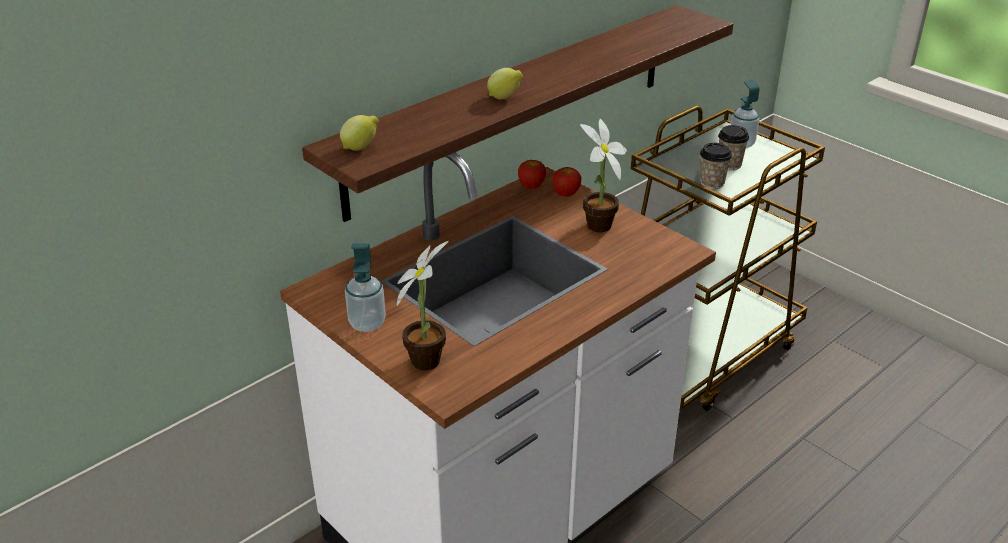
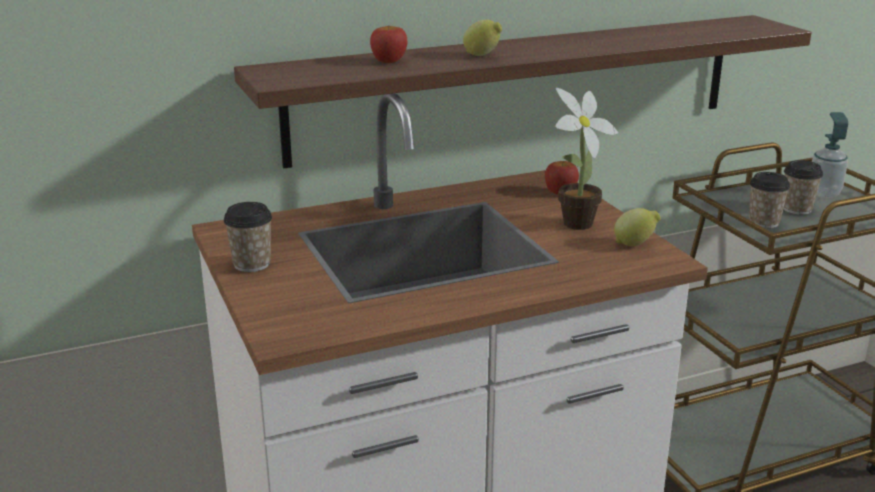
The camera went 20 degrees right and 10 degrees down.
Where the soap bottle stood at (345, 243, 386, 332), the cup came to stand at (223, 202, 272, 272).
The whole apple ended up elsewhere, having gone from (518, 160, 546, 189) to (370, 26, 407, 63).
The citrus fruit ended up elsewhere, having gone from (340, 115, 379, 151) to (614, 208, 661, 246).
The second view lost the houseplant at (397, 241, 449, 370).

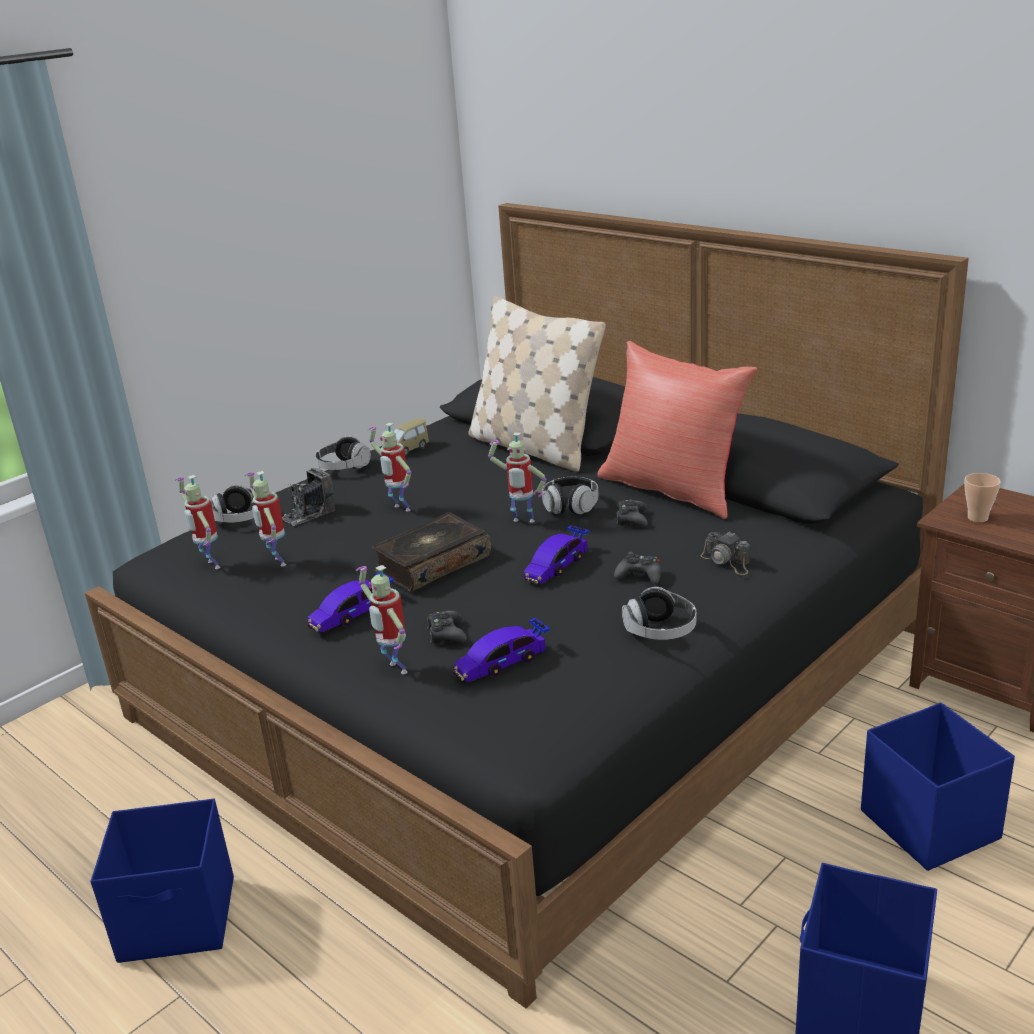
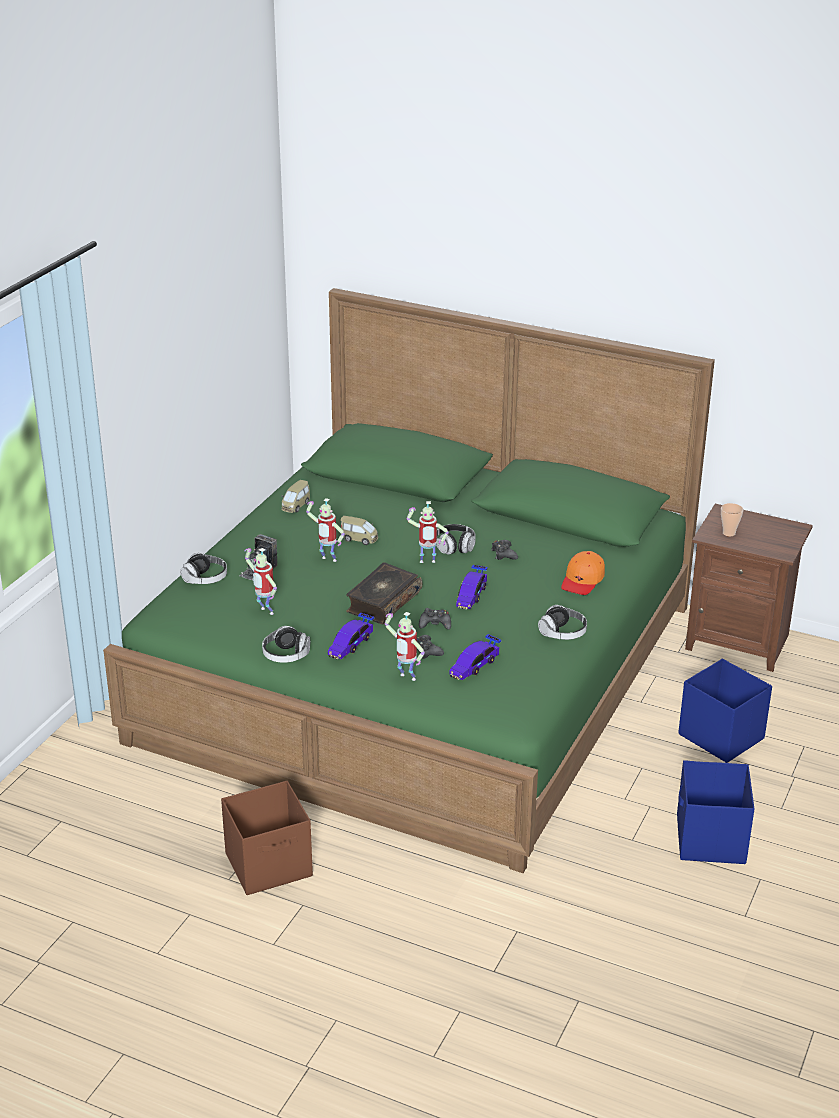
The camera went 20 degrees left and 5 degrees up.
What was the blackish bed at (85, 203, 969, 1008) turned into the green bed at (103, 288, 715, 873).
What was the blue-coloured storage bin at (91, 799, 234, 963) turned into the brown storage bin at (221, 781, 313, 895).
The headset ended up elsewhere, having gone from (315, 436, 371, 470) to (262, 626, 310, 663).
The second view gained the miniature car at (340, 516, 378, 545).
The blackish joypad ended up elsewhere, having gone from (614, 552, 662, 584) to (419, 608, 451, 629).
Where the still camera stood at (700, 532, 750, 575), the orange-coloured baseball cap came to stand at (561, 551, 605, 595).
The second view lost the model robot at (174, 475, 221, 569).
The second view lost the beige-coloured throw pillow at (468, 296, 606, 472).
The second view lost the red throw pillow at (597, 341, 757, 519).

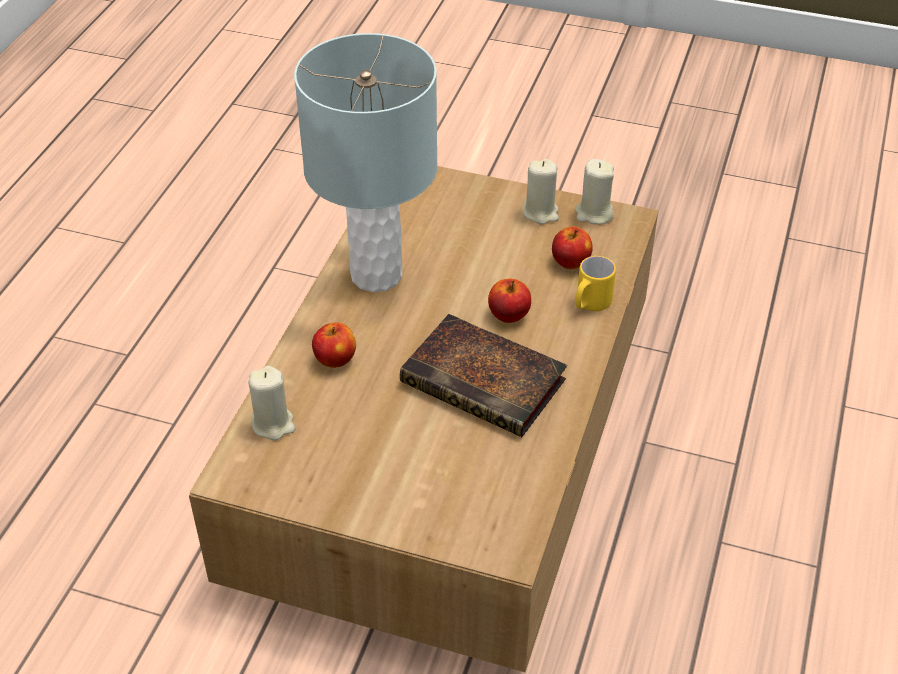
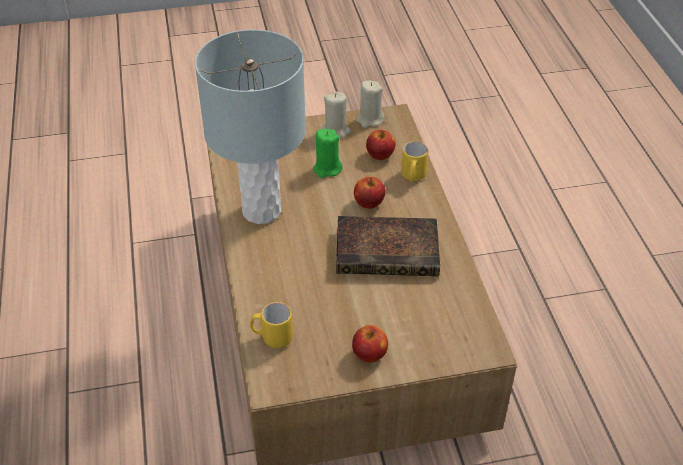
The camera went 30 degrees left and 0 degrees up.
Where the beige-coloured candle stood at (248, 366, 295, 440), the yellowish mug came to stand at (250, 302, 293, 348).
The second view gained the green candle at (313, 129, 343, 178).
The whole apple ended up elsewhere, having gone from (312, 322, 356, 368) to (352, 325, 388, 363).

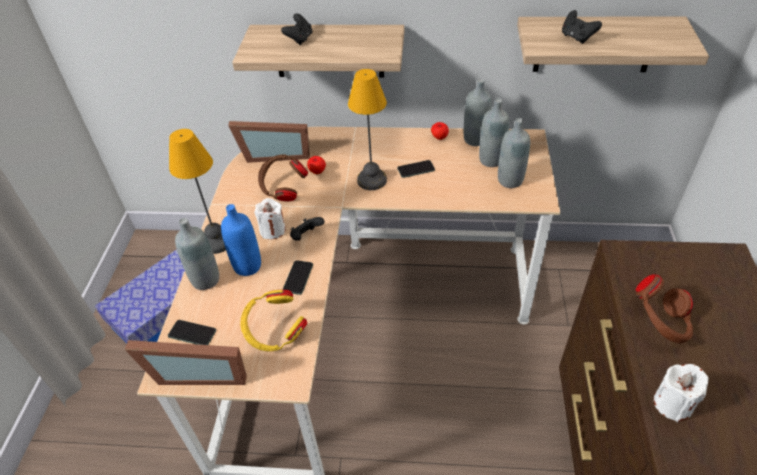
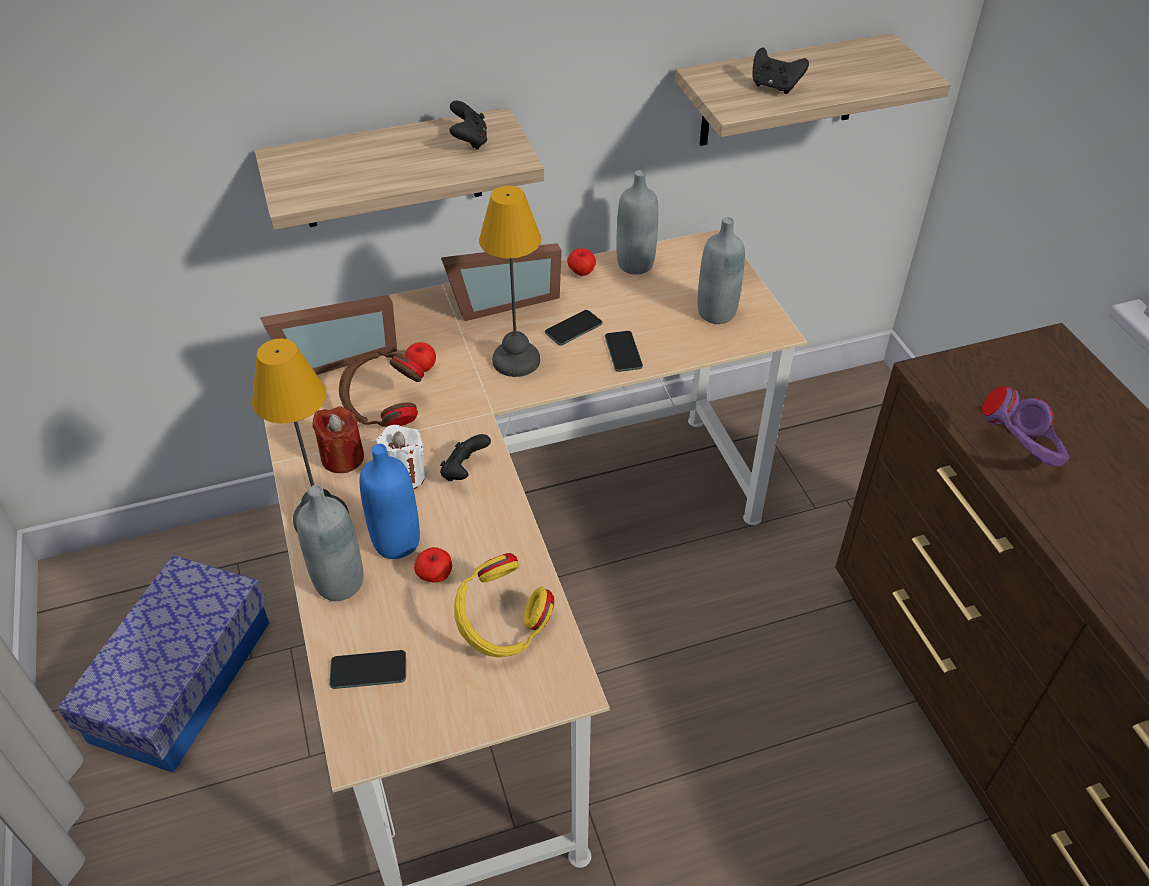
The camera went 25 degrees left and 0 degrees up.
The second view gained the red candle at (312, 406, 364, 473).
The second view gained the whole apple at (414, 547, 452, 583).
The photo frame ended up elsewhere, having gone from (125, 340, 247, 385) to (441, 243, 562, 321).
The blackish joypad ended up elsewhere, having gone from (281, 14, 313, 45) to (449, 101, 487, 150).
The phone ended up elsewhere, having gone from (283, 260, 313, 295) to (605, 331, 643, 372).
What was the brown headset at (635, 274, 694, 343) turned into the purple headset at (982, 386, 1069, 467).
The second view lost the grey bottle at (479, 99, 509, 167).
The second view lost the white-coloured candle at (654, 364, 709, 422).

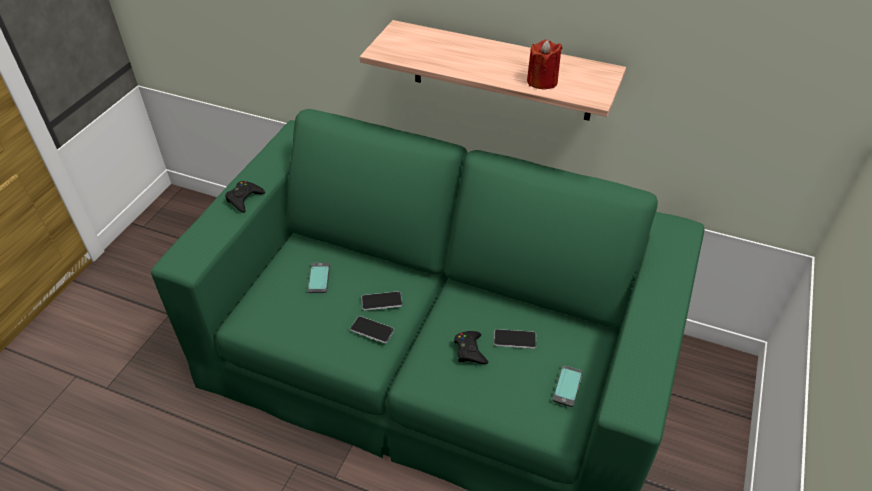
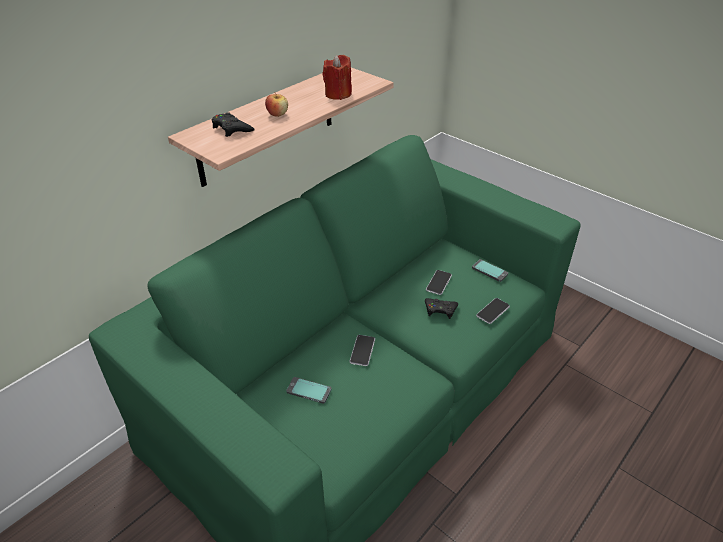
The camera went 70 degrees left and 5 degrees down.
The blackish joypad ended up elsewhere, having gone from (225, 181, 265, 213) to (212, 112, 255, 137).
The second view gained the whole apple at (265, 93, 288, 117).
The phone ended up elsewhere, having gone from (350, 316, 394, 343) to (476, 298, 510, 324).

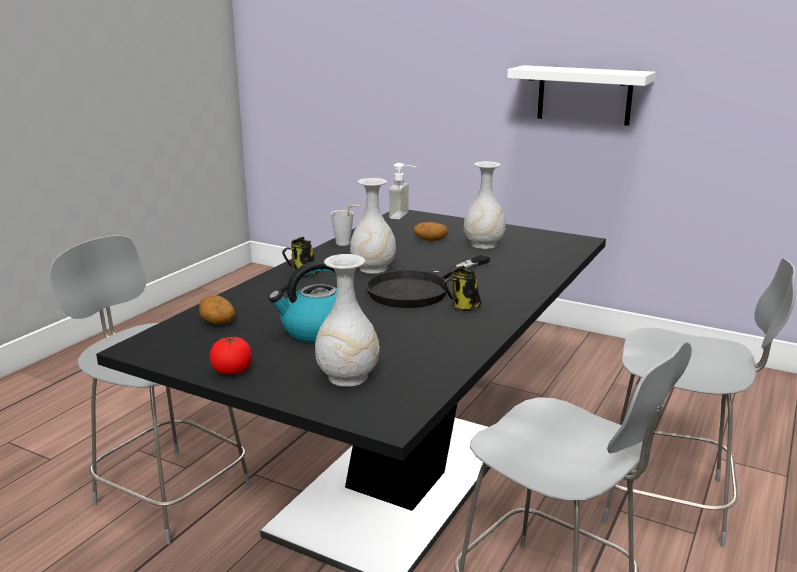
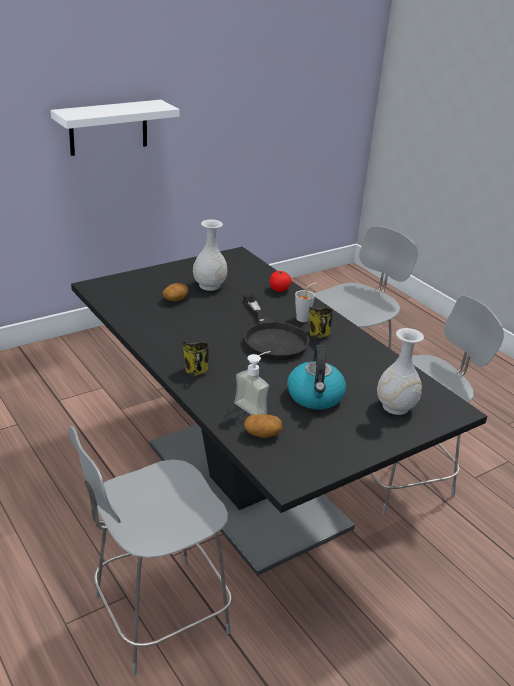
The camera went 65 degrees left and 10 degrees up.
The soap bottle ended up elsewhere, having gone from (389, 163, 417, 219) to (234, 351, 271, 415).
The tomato ended up elsewhere, having gone from (210, 336, 252, 375) to (269, 271, 292, 292).
The grey cup ended up elsewhere, having gone from (331, 205, 360, 246) to (295, 283, 317, 322).
The second view lost the white-coloured decorative vase at (350, 178, 396, 274).

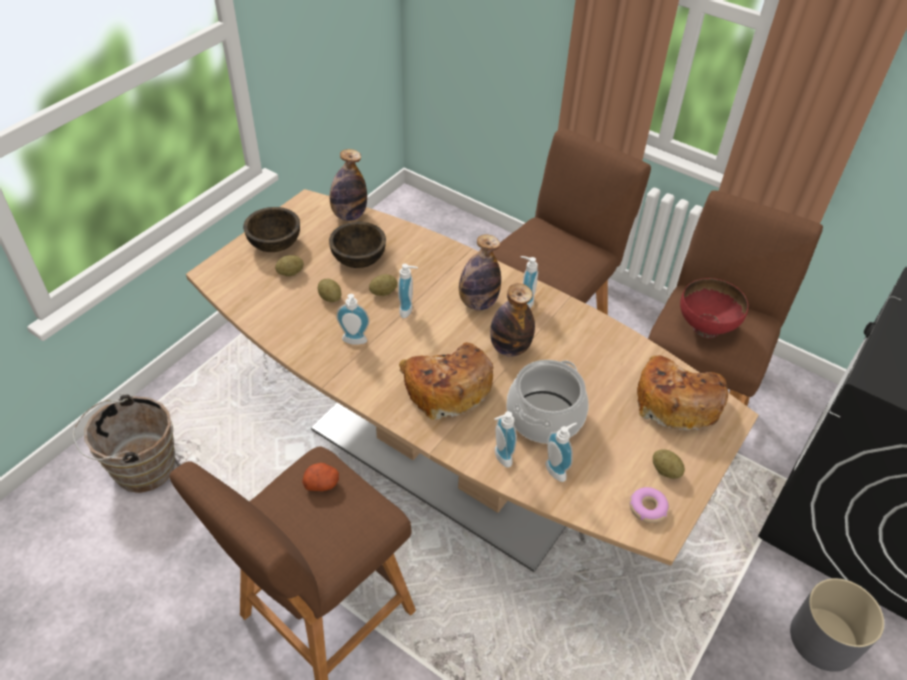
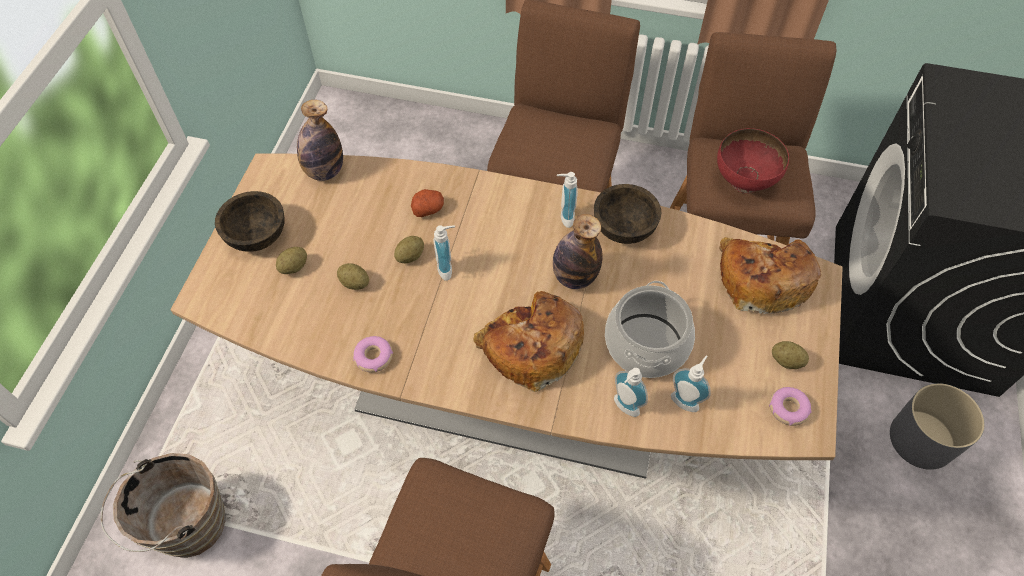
The camera went 20 degrees left and 10 degrees up.
The second view gained the doughnut at (353, 336, 393, 372).
The spud ended up elsewhere, having gone from (302, 463, 339, 491) to (411, 189, 444, 217).
The brown serving bowl ended up elsewhere, having gone from (329, 222, 386, 268) to (594, 184, 661, 244).
The second view lost the soap bottle at (336, 294, 370, 345).
The second view lost the bottle at (459, 234, 501, 311).

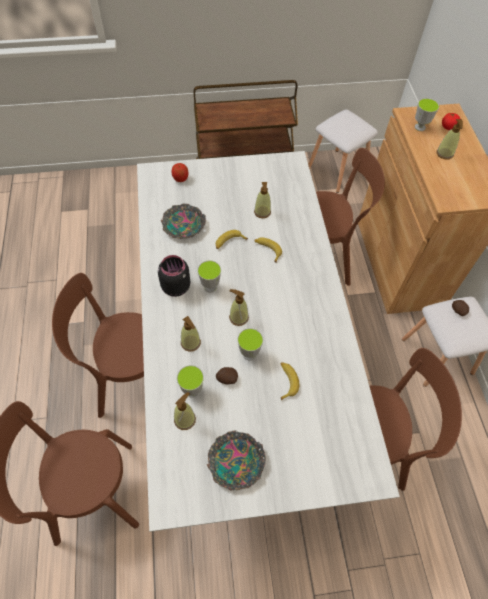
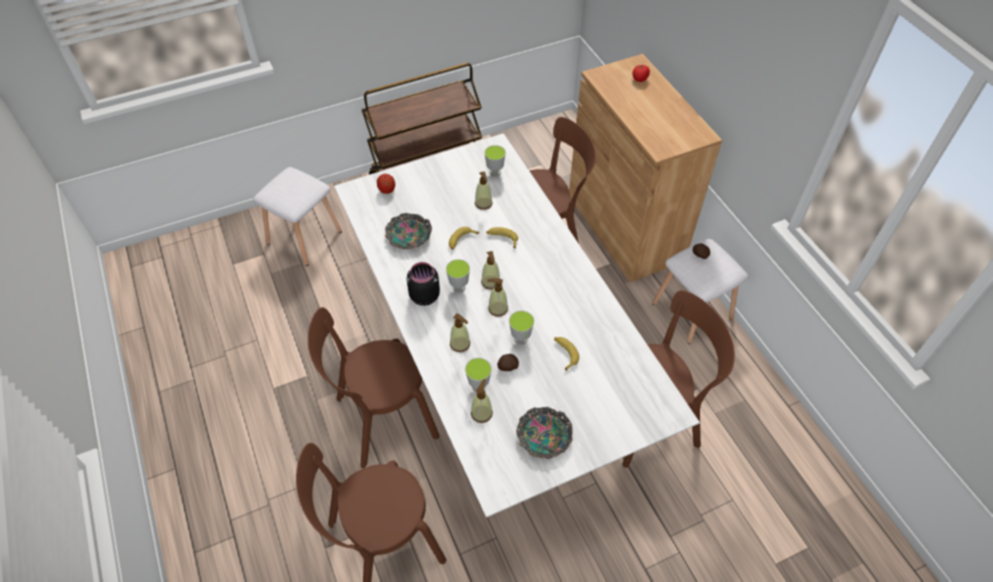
The camera went 15 degrees left and 5 degrees down.
The white-coloured stool seat ended up elsewhere, having gone from (308, 109, 378, 193) to (253, 167, 342, 266).
The soap bottle ended up elsewhere, having gone from (437, 119, 463, 160) to (481, 251, 500, 290).
The cup ended up elsewhere, having gone from (415, 98, 439, 131) to (484, 145, 506, 177).

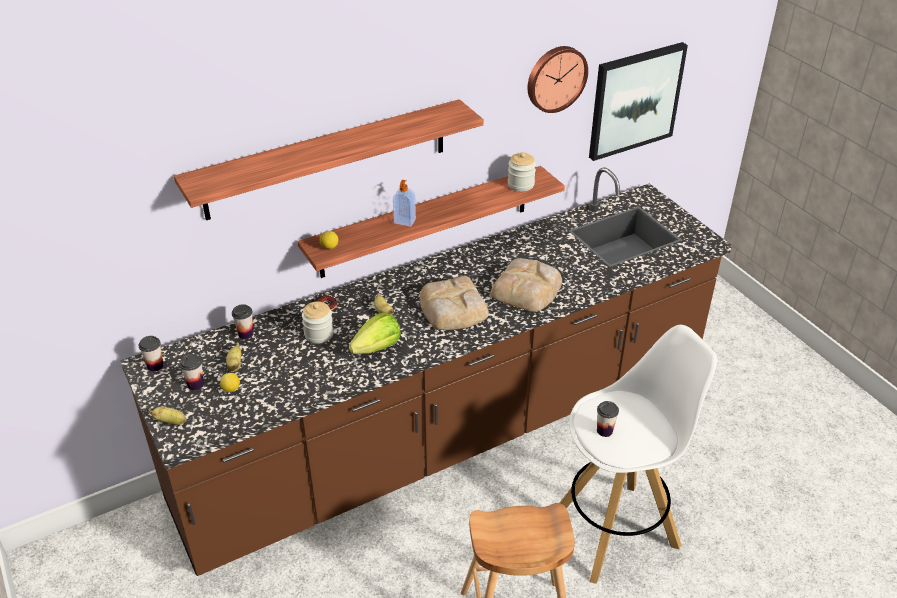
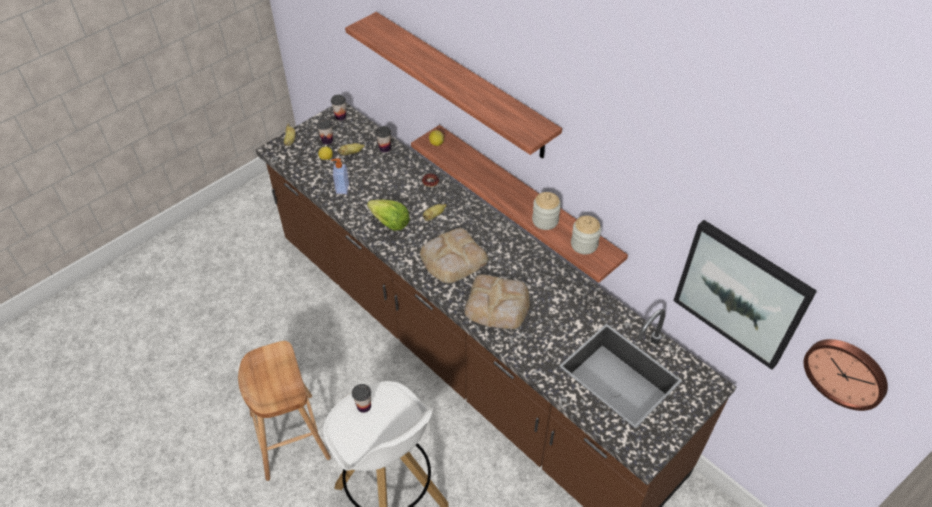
The camera went 75 degrees right and 10 degrees up.
The soap bottle ended up elsewhere, having gone from (393, 180, 416, 227) to (331, 159, 349, 194).
The jar ended up elsewhere, having gone from (302, 302, 334, 344) to (532, 192, 561, 230).
The wall clock ended up elsewhere, having gone from (528, 46, 588, 113) to (804, 339, 888, 411).

